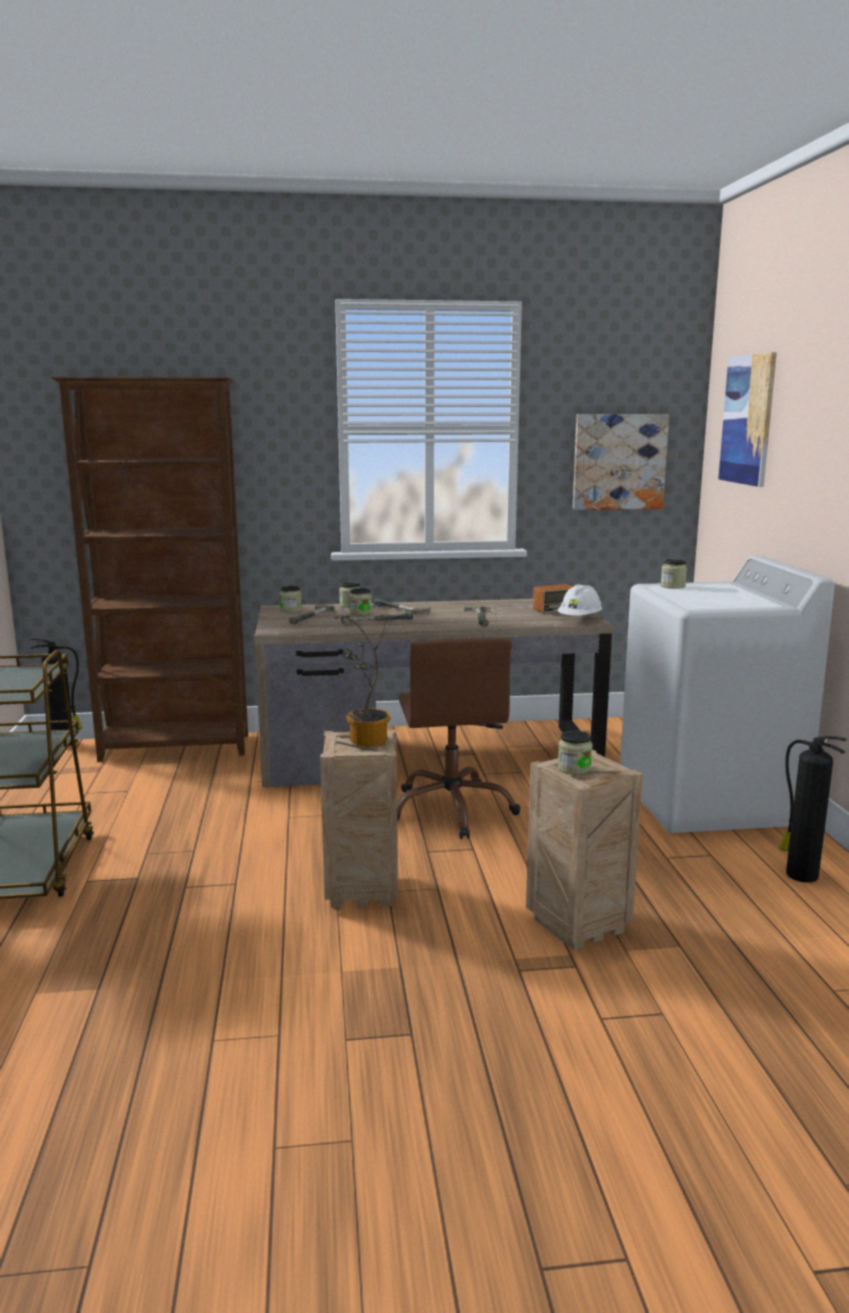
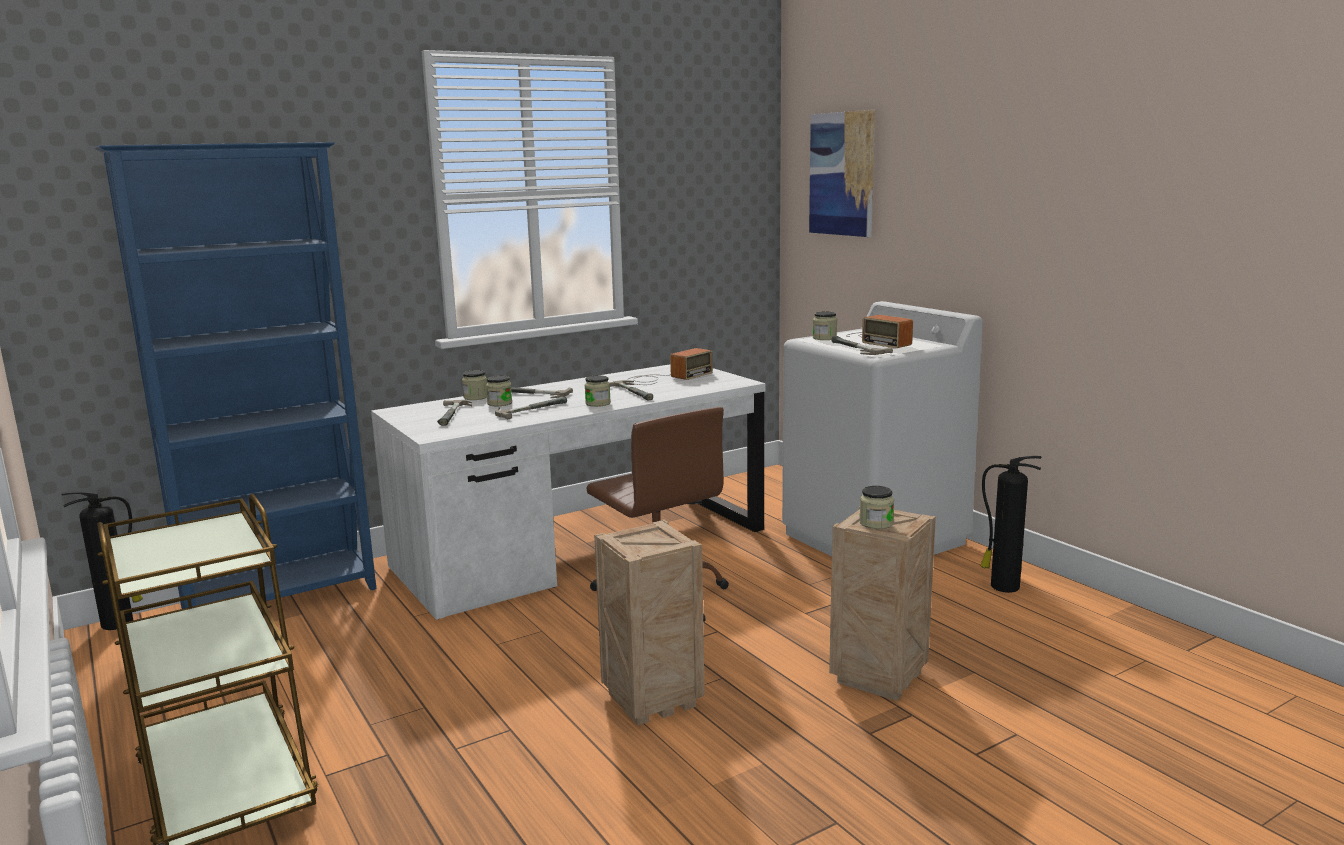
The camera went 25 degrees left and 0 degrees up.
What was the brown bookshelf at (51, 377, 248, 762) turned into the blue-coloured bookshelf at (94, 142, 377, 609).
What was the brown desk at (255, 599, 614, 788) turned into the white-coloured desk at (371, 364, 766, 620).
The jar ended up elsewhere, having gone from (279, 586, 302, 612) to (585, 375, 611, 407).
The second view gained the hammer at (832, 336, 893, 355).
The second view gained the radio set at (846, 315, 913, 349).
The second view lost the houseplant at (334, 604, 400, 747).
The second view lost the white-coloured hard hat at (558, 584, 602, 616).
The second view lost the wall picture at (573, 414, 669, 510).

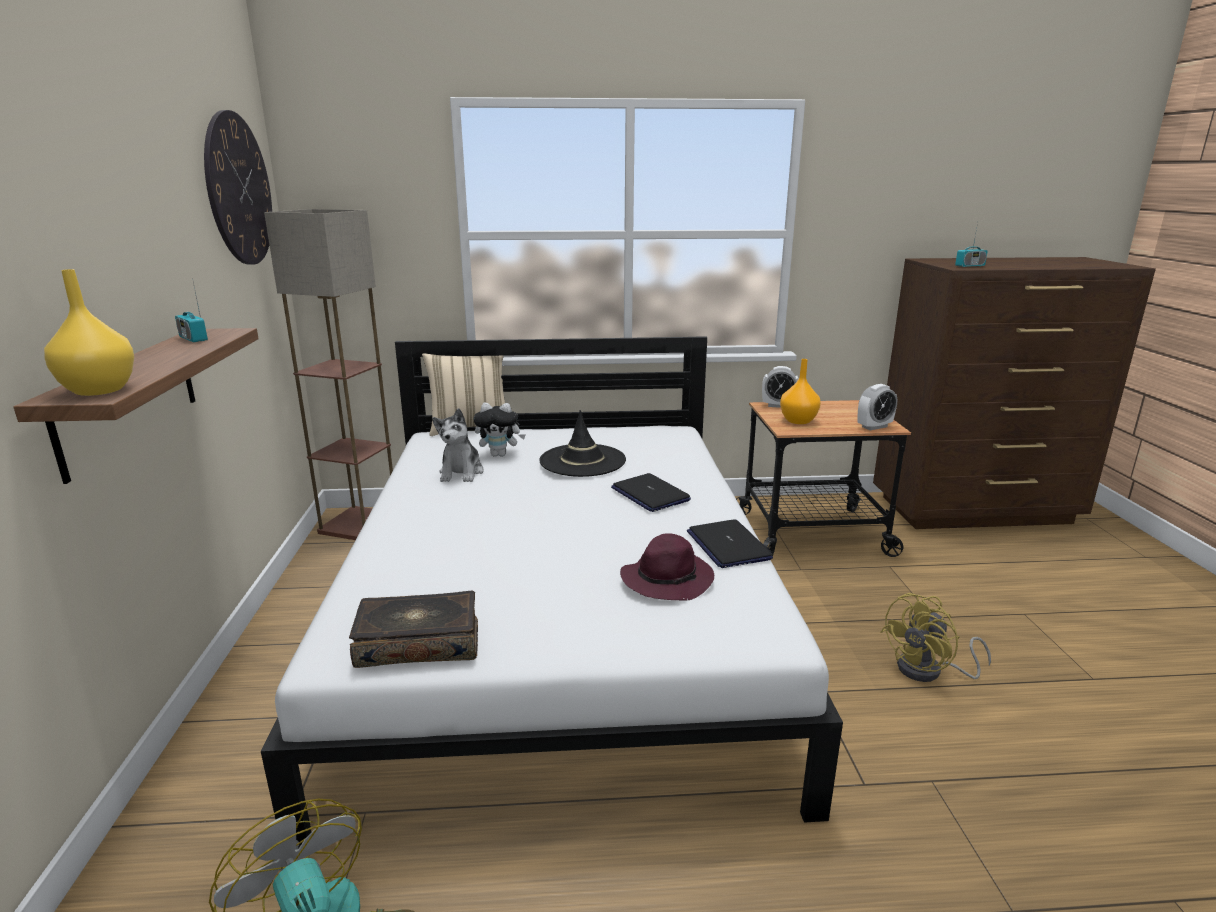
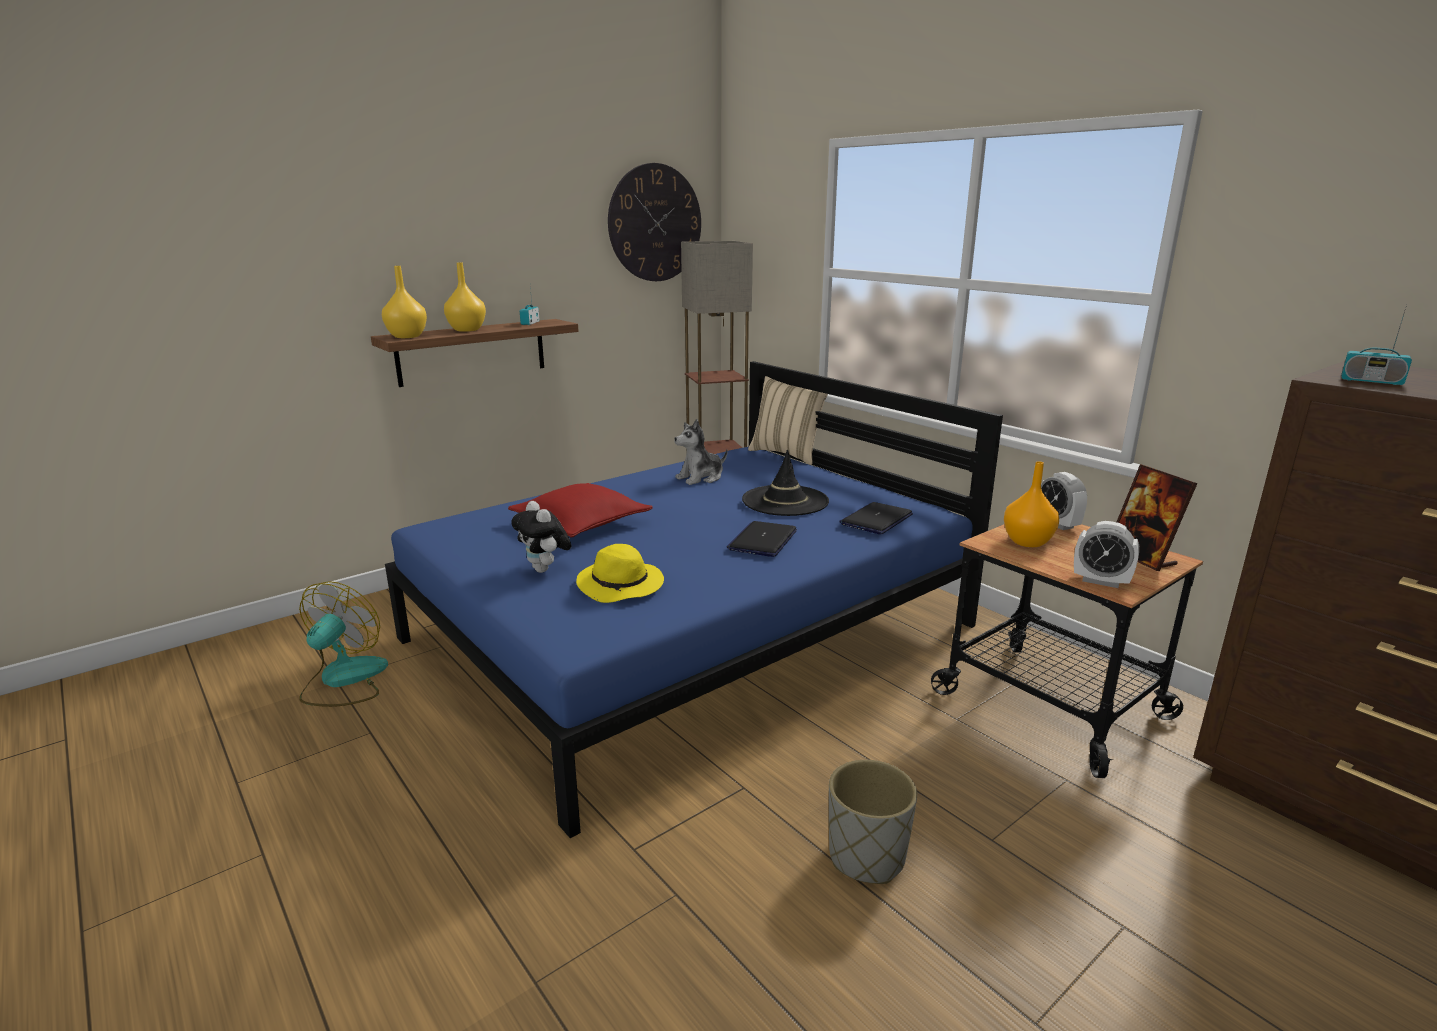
The camera went 55 degrees right and 0 degrees up.
What was the white-coloured bed at (261, 336, 843, 848) turned into the blue-coloured bed at (385, 361, 1003, 838).
The second view gained the yellowish decorative vase at (444, 263, 486, 332).
The second view gained the red throw pillow at (508, 483, 653, 537).
The plush toy ended up elsewhere, having gone from (473, 403, 525, 457) to (511, 501, 572, 573).
What was the purple hat at (620, 533, 714, 601) turned into the yellowish hat at (576, 544, 664, 603).
Where the yellowish electric fan stood at (880, 593, 991, 682), the grey plant pot came to stand at (829, 760, 917, 884).
The notebook computer ended up elsewhere, having gone from (687, 519, 773, 568) to (839, 502, 913, 534).
The second view gained the photo frame at (1117, 464, 1198, 571).
The second view lost the book at (349, 591, 478, 668).

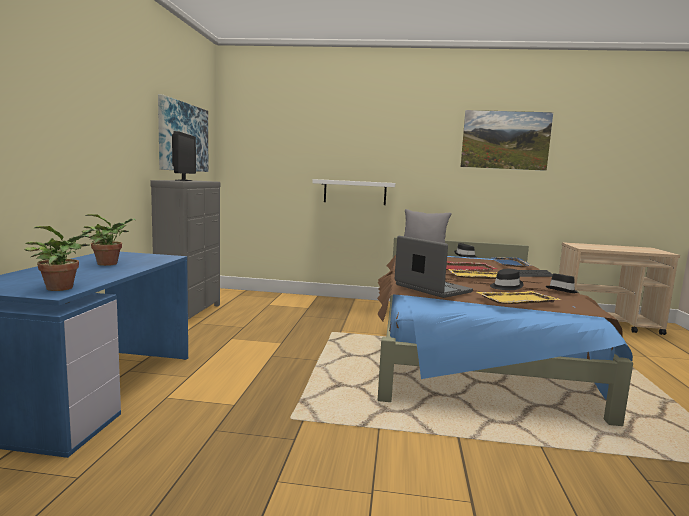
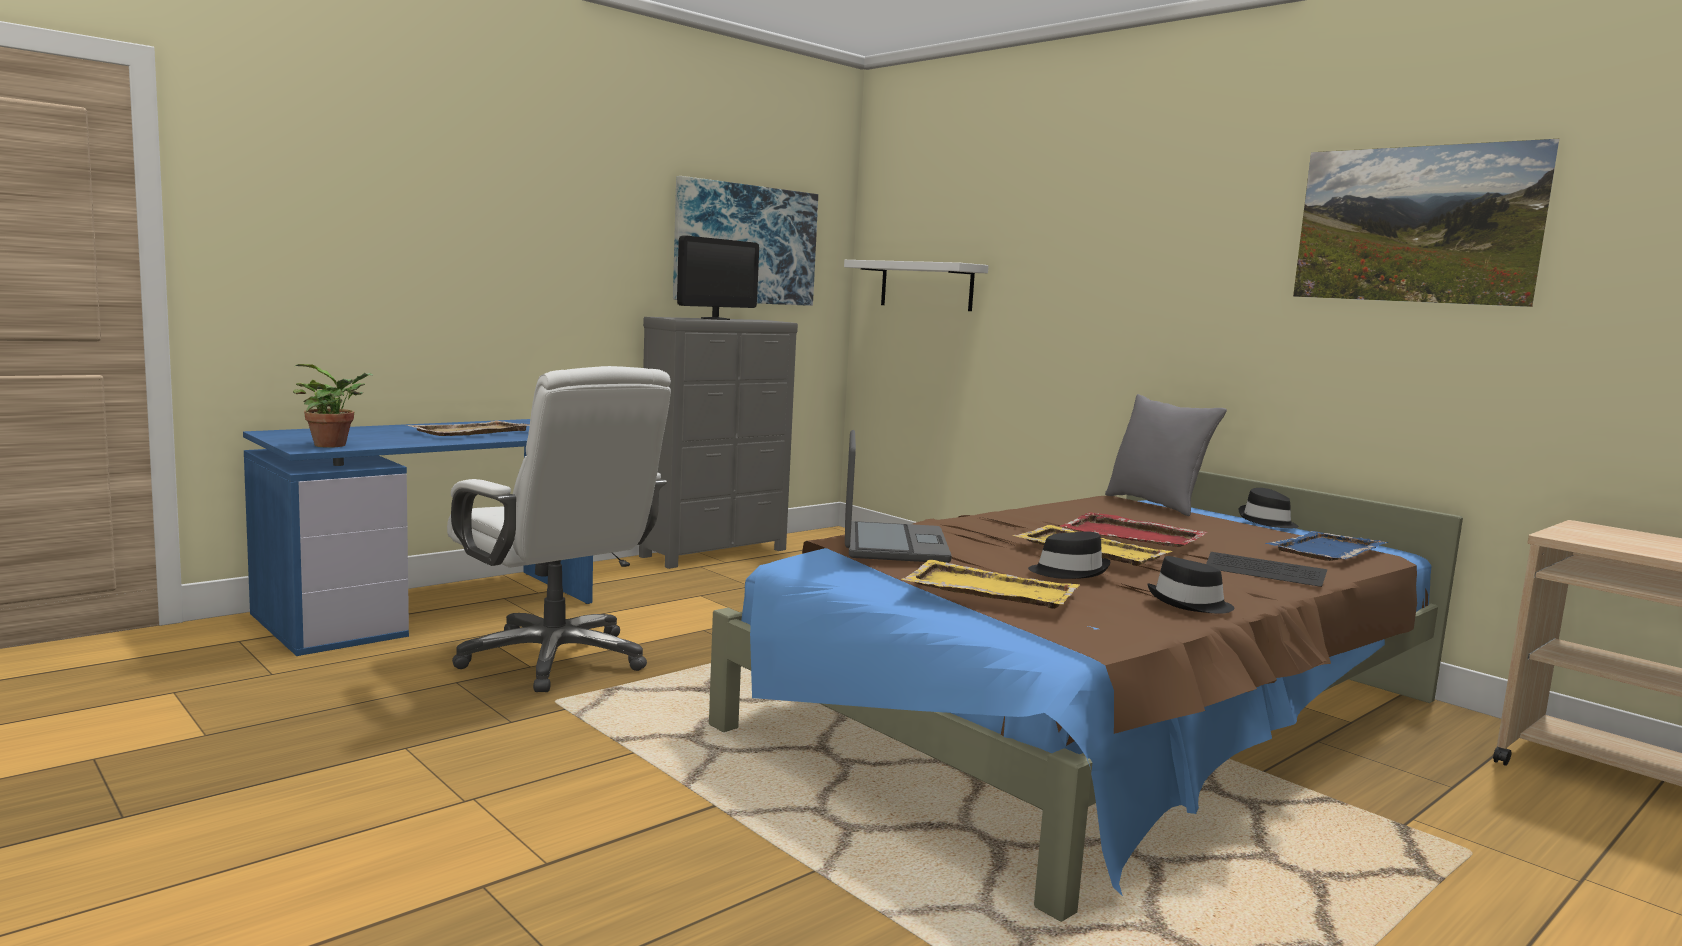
The camera went 40 degrees right and 0 degrees up.
Where the houseplant stood at (82, 214, 136, 266), the beige-coloured serving tray came to stand at (406, 421, 530, 436).
The second view gained the white-coloured desk chair at (447, 366, 671, 692).
The white-coloured wall shelf ended up elsewhere, having gone from (312, 179, 395, 205) to (844, 260, 988, 311).

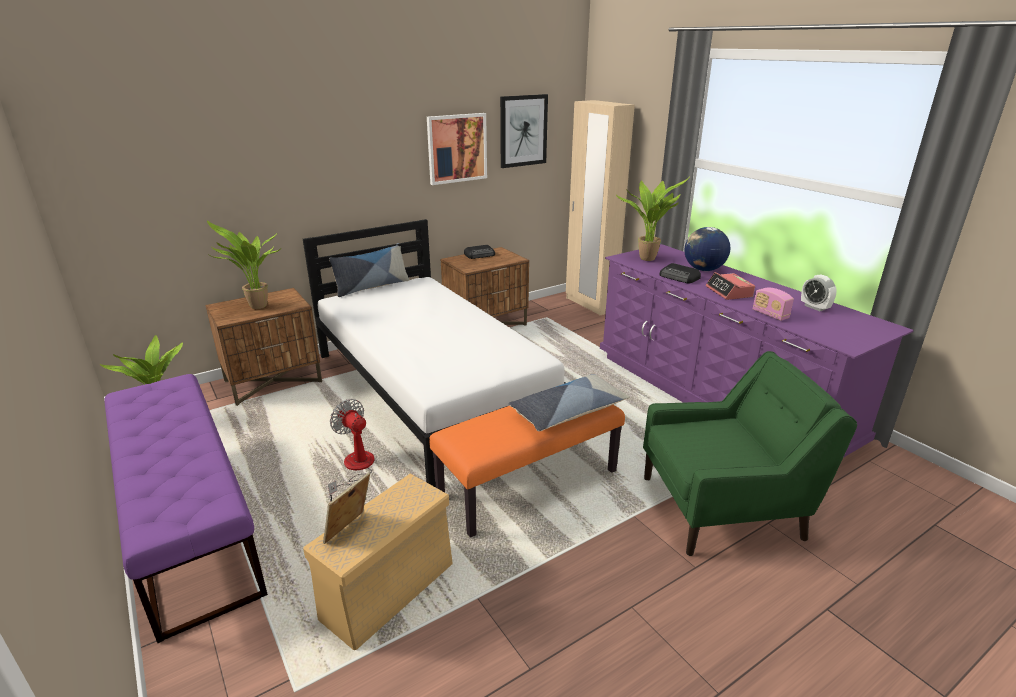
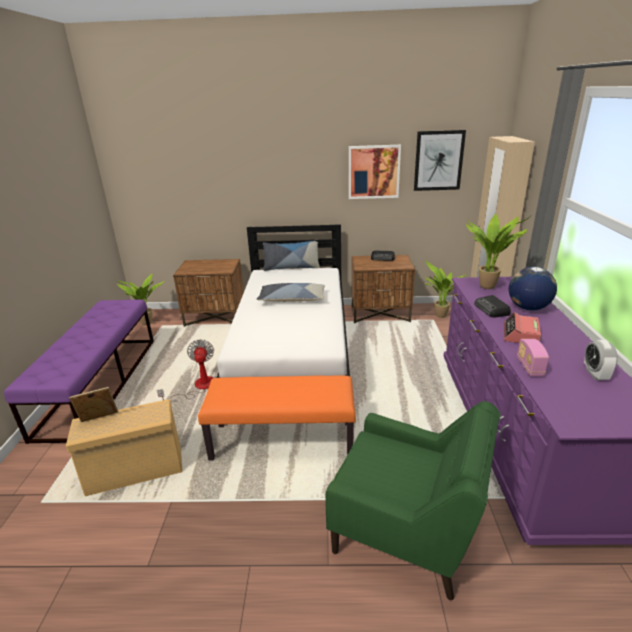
The camera went 35 degrees right and 0 degrees up.
The throw pillow ended up elsewhere, having gone from (508, 374, 630, 432) to (257, 283, 325, 302).
The houseplant ended up elsewhere, having gone from (207, 221, 281, 309) to (424, 260, 466, 318).

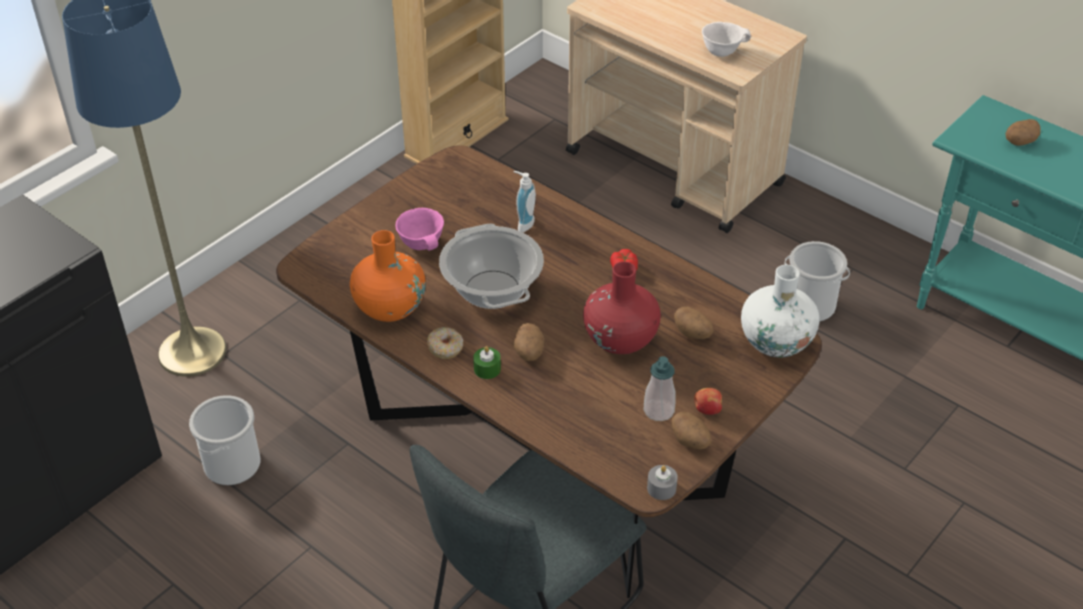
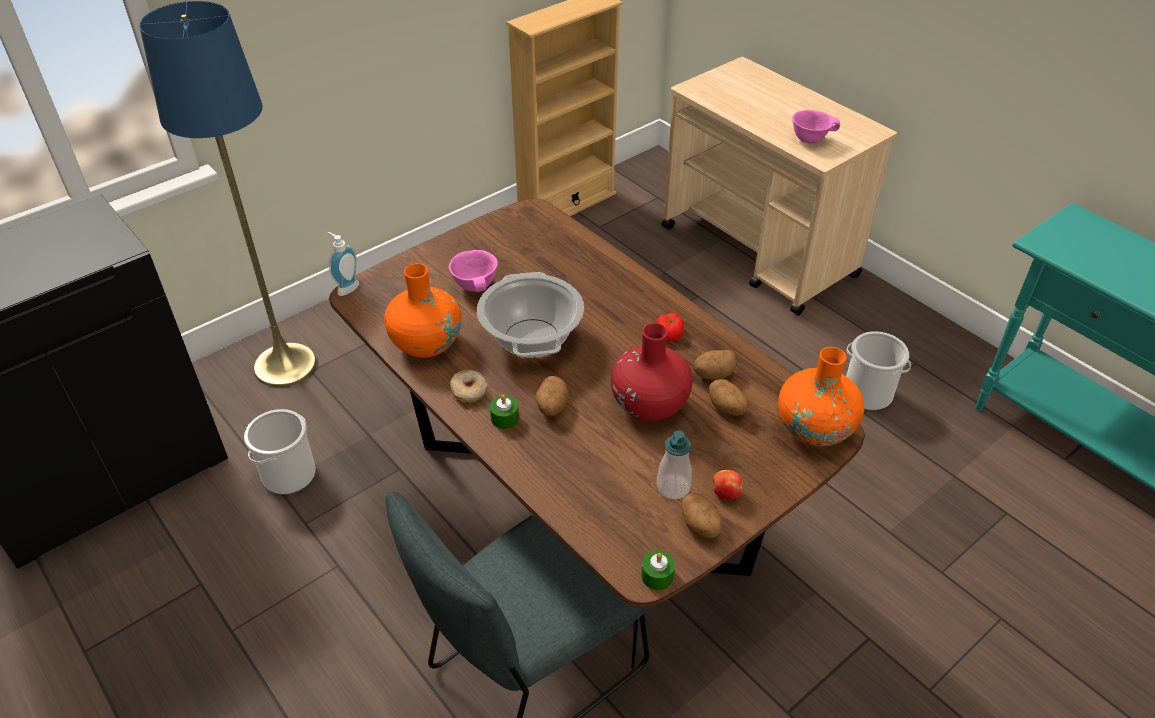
The camera went 10 degrees right and 0 degrees up.
The soap bottle ended up elsewhere, having gone from (513, 171, 536, 232) to (328, 232, 359, 296).
What was the grey candle at (647, 465, 678, 500) turned into the green candle at (641, 550, 675, 590).
The spud ended up elsewhere, having gone from (1006, 119, 1041, 146) to (693, 350, 737, 380).
What was the white-coloured decorative vase at (741, 265, 819, 358) turned into the orange-coloured decorative vase at (778, 347, 864, 447).
What was the white-coloured serving bowl at (702, 22, 751, 57) turned into the pink serving bowl at (792, 110, 840, 143).

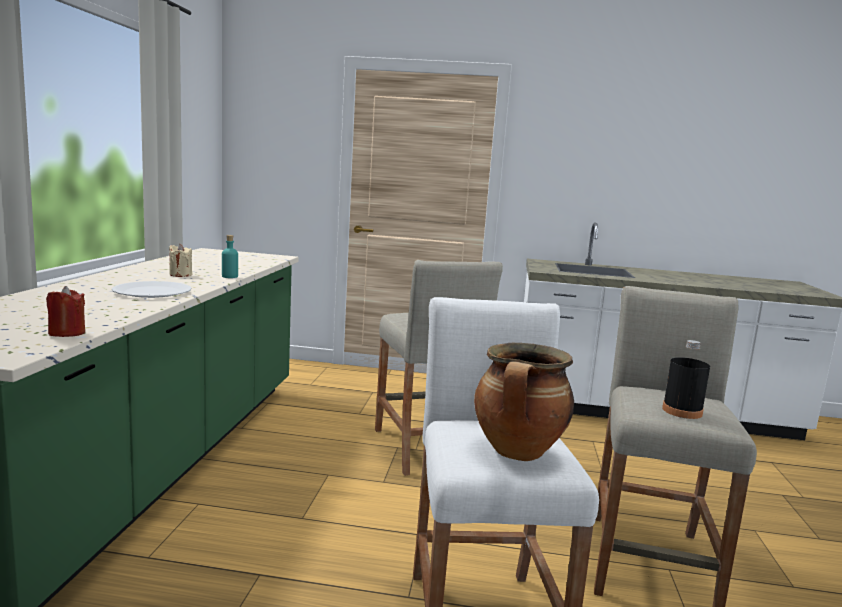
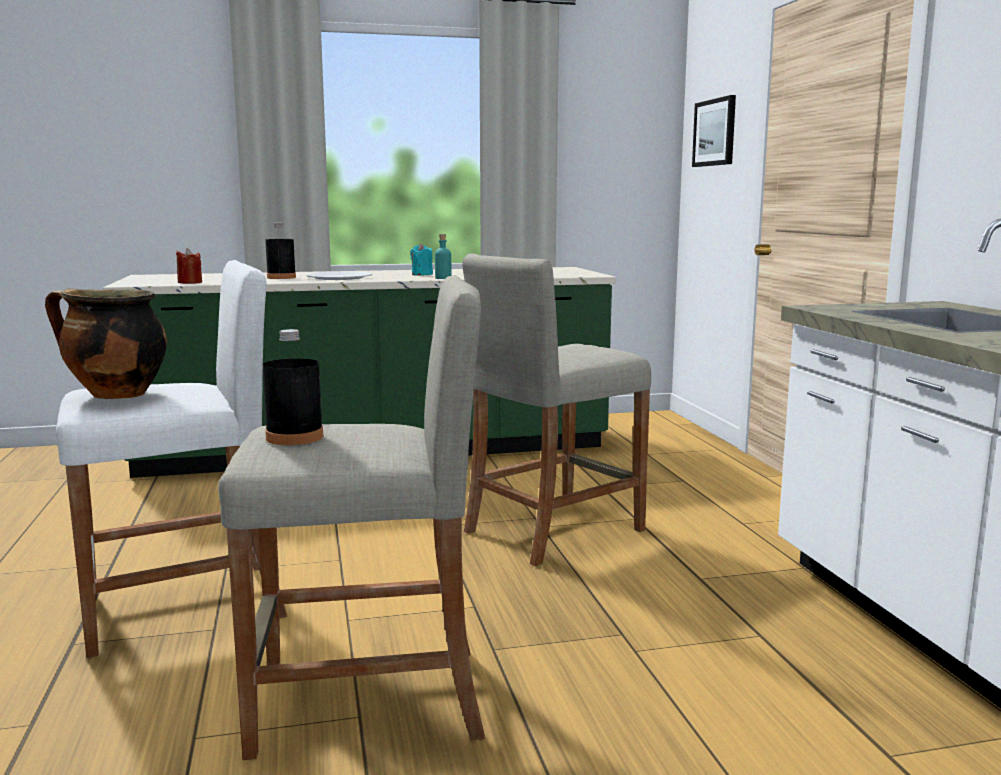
The camera went 70 degrees right and 0 degrees up.
The second view gained the blackish bottle at (265, 223, 296, 279).
What was the beige-coloured candle at (169, 244, 192, 277) turned into the turquoise candle at (410, 243, 433, 276).
The second view gained the wall picture at (692, 95, 736, 167).

